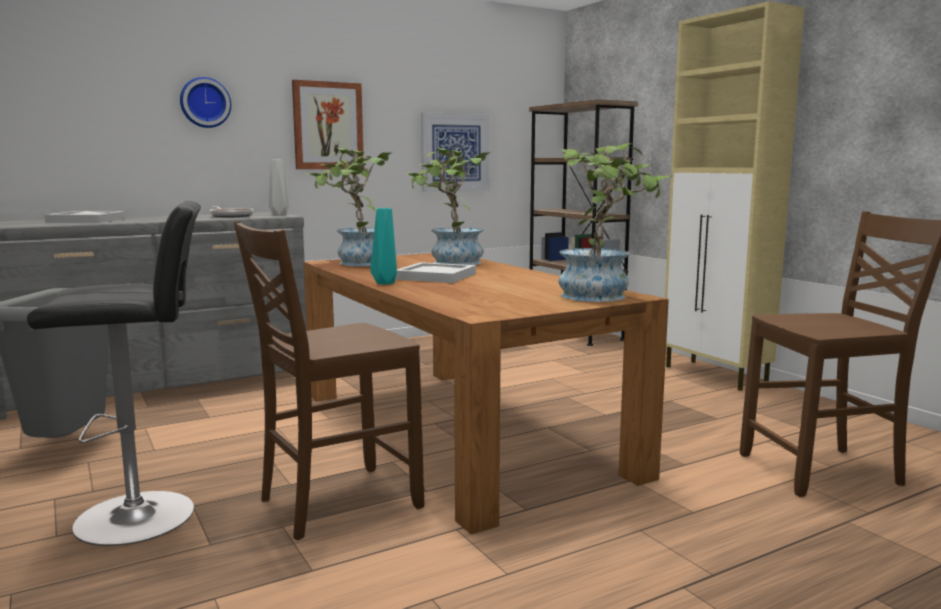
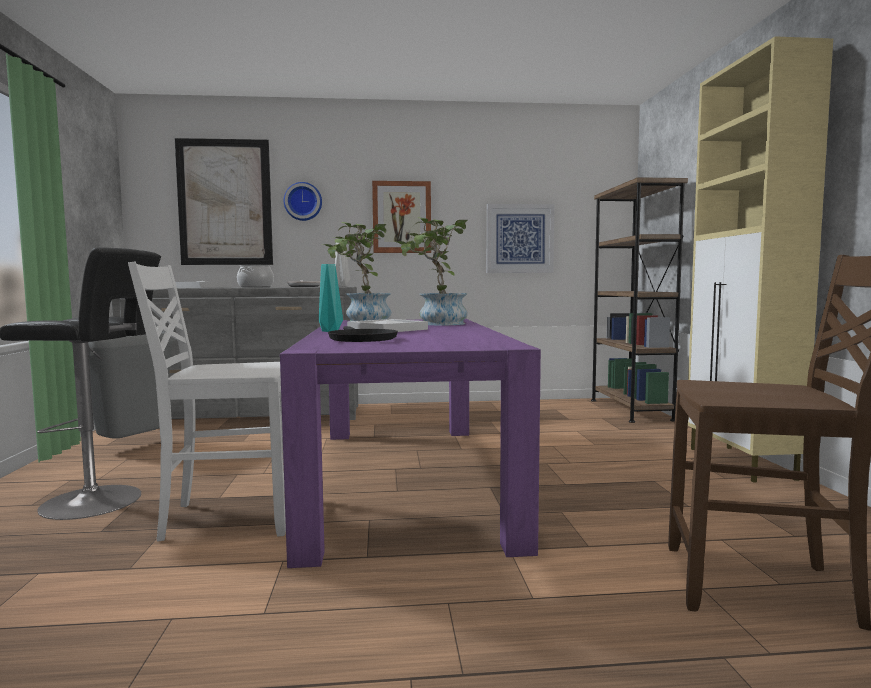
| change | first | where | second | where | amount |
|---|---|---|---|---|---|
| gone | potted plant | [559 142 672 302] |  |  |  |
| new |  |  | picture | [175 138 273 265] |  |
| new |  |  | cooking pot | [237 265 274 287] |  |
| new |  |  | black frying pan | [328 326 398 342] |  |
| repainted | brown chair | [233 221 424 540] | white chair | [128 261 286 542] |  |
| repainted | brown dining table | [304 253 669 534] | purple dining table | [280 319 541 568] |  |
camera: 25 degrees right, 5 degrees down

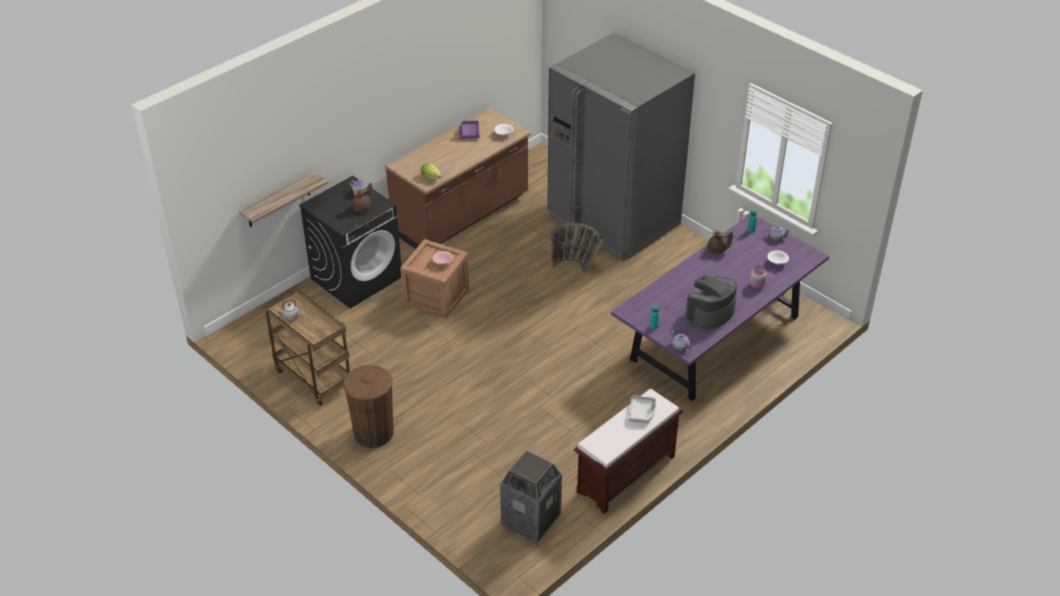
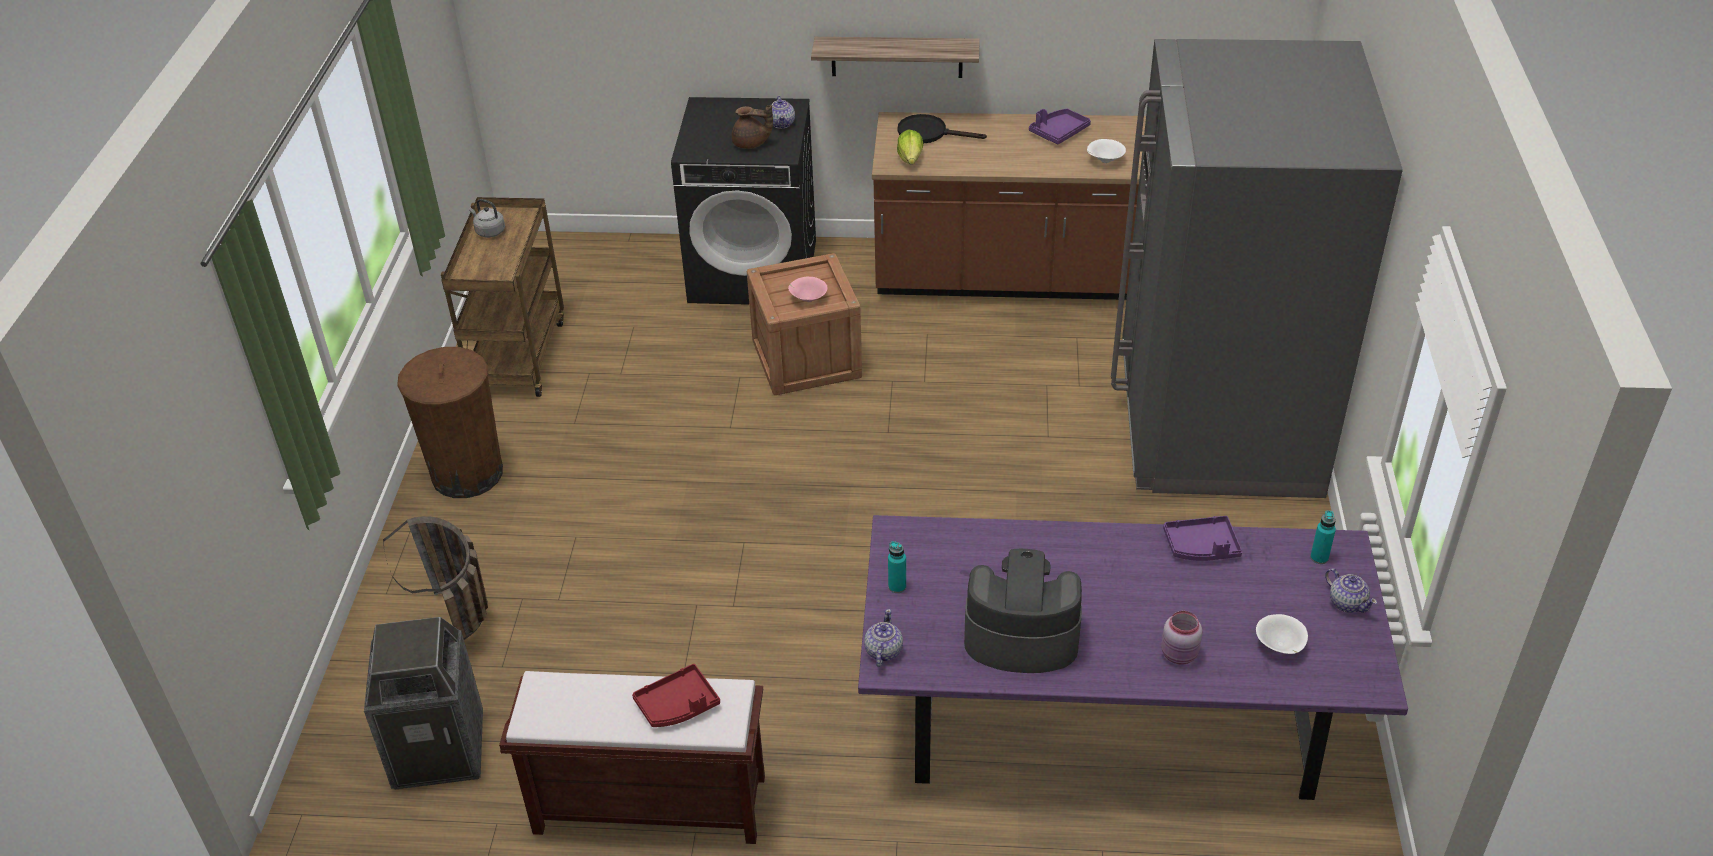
| change | first | where | second | where | amount |
|---|---|---|---|---|---|
| new |  |  | black frying pan | [897 114 987 143] |  |
| shifted | shelf | [239 171 328 227] |  | [811 37 980 78] |  |
| shifted | basket | [551 223 603 273] |  | [383 516 488 640] |  |
| swapped | brown teapot | [707 230 733 254] | purple tray | [1163 516 1242 561] |  |
| repainted | grey tray | [628 395 656 423] | red tray | [632 664 720 727] |  |
camera: 50 degrees right, 0 degrees up

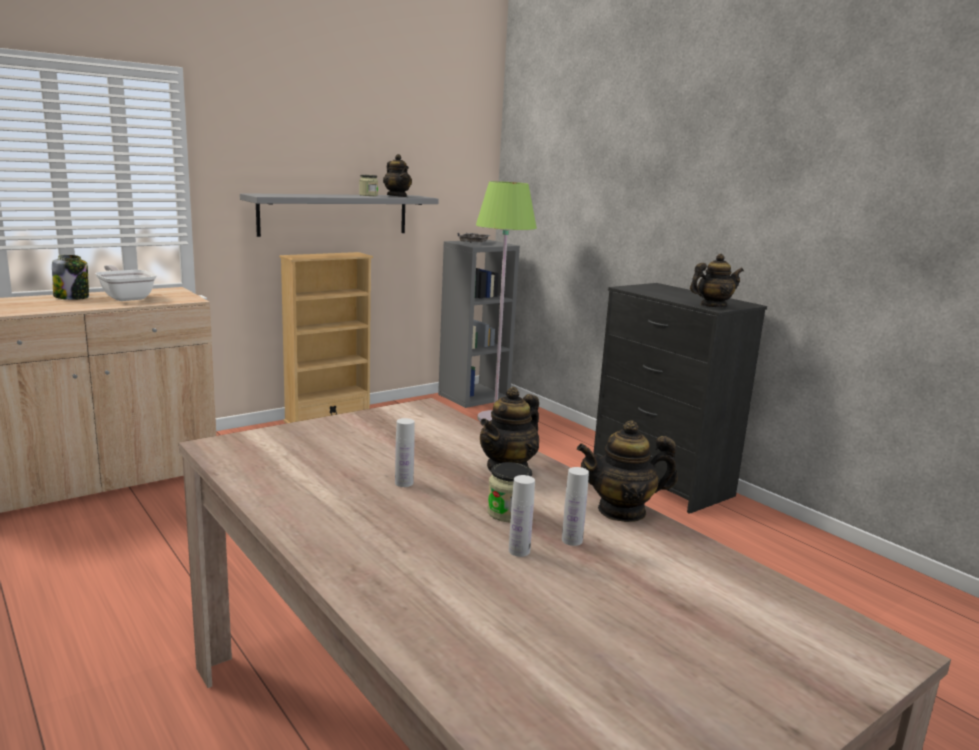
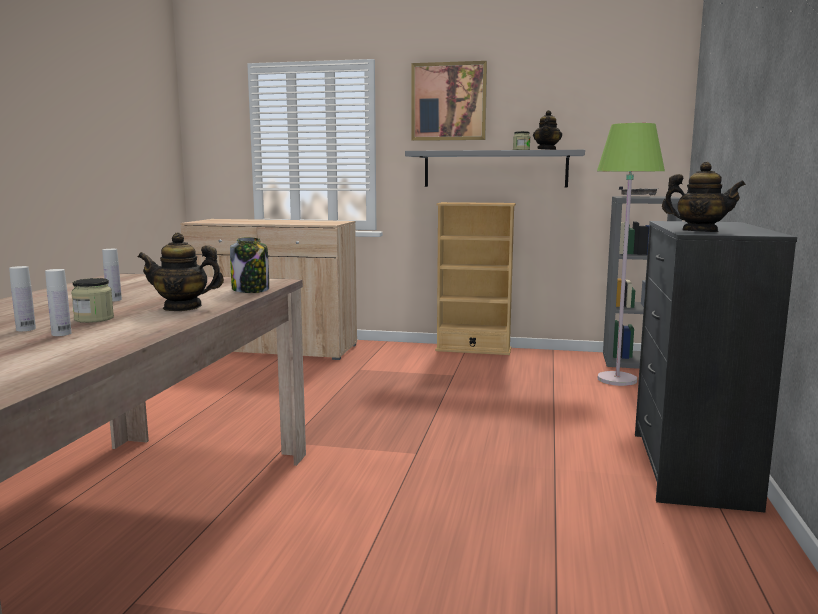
| change | first | where | second | where | amount |
|---|---|---|---|---|---|
| gone | frying pan | [95 265 157 301] |  |  |  |
| gone | teapot | [577 420 678 522] |  |  |  |
| new |  |  | picture | [411 61 487 141] |  |
| shifted | jar | [52 255 89 300] |  | [230 237 269 293] |  |
camera: 50 degrees right, 5 degrees down

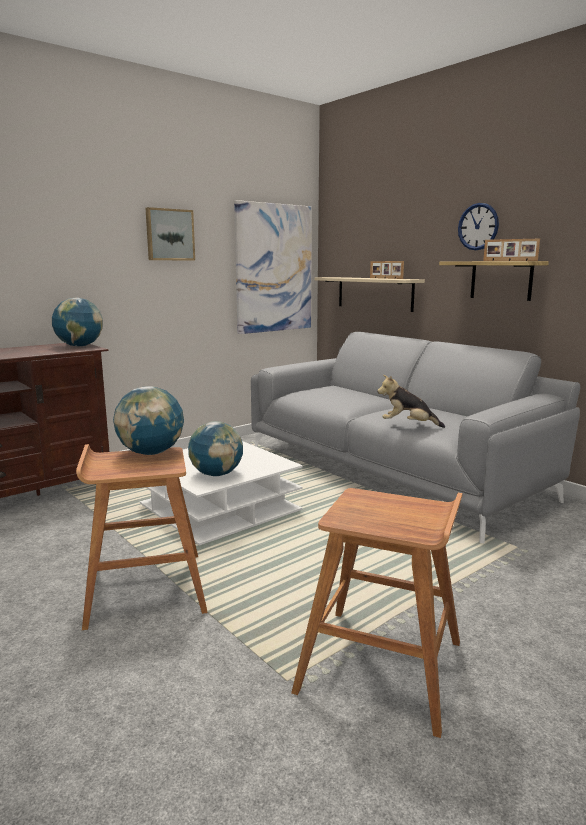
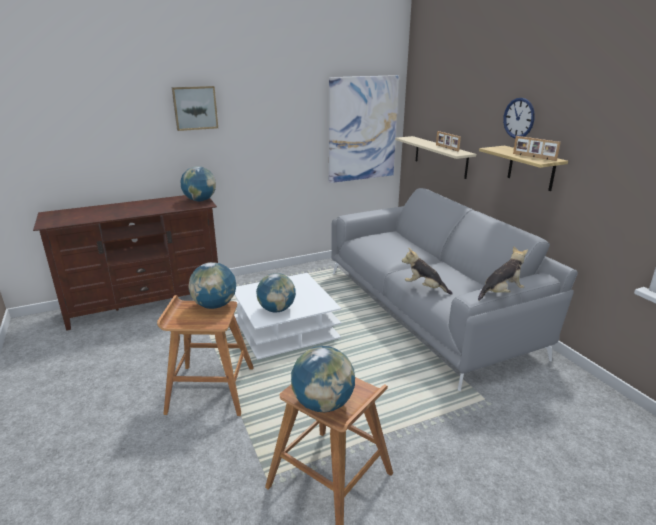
| change | first | where | second | where | amount |
|---|---|---|---|---|---|
| new |  |  | globe | [291 346 355 413] |  |
| new |  |  | plush toy | [478 246 528 301] |  |
| shifted | picture | [146 207 195 260] |  | [172 86 218 131] |  |
camera: 15 degrees right, 10 degrees up

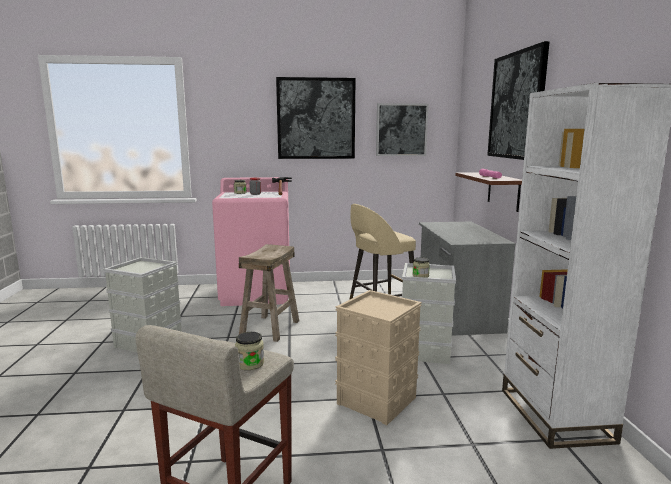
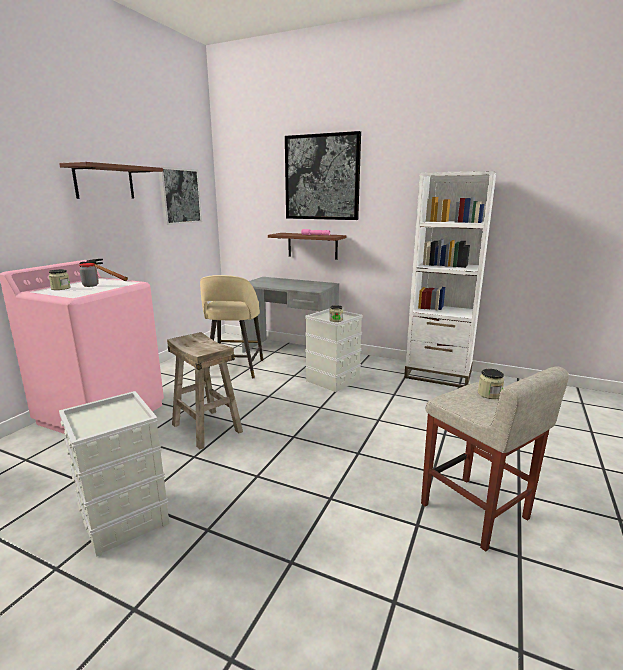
| change | first | where | second | where | amount |
|---|---|---|---|---|---|
| gone | beige storage box | [335 290 422 425] |  |  |  |
| swapped | picture | [276 77 356 159] | brown shelf | [59 162 163 199] |  |
camera: 60 degrees left, 5 degrees up

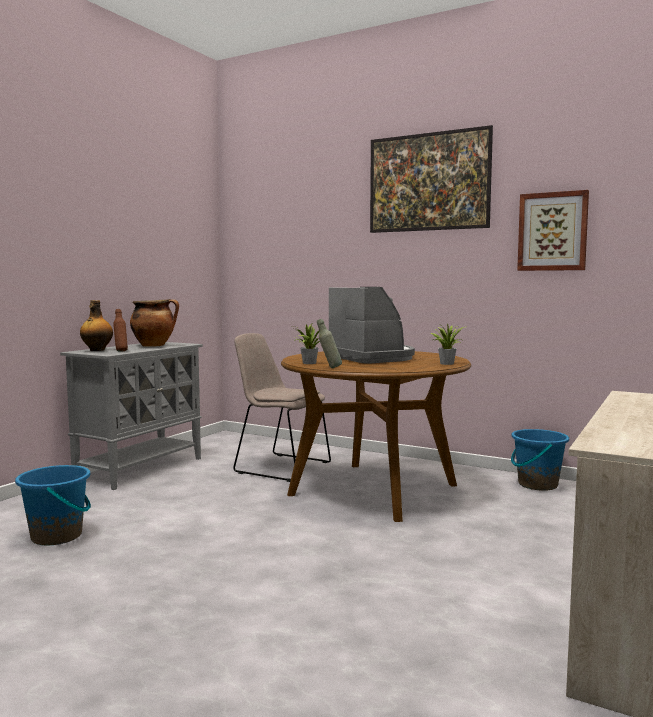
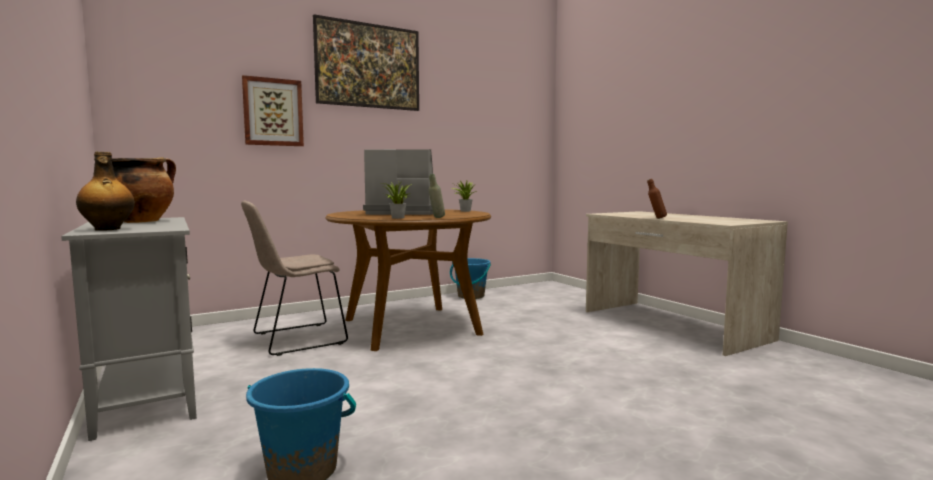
| change | first | where | second | where | amount |
|---|---|---|---|---|---|
| shifted | brown bottle | [113 309 128 352] |  | [647 179 667 219] |  |
| shifted | picture | [517 190 589 271] |  | [242 75 304 146] |  |
camera: 60 degrees left, 0 degrees up

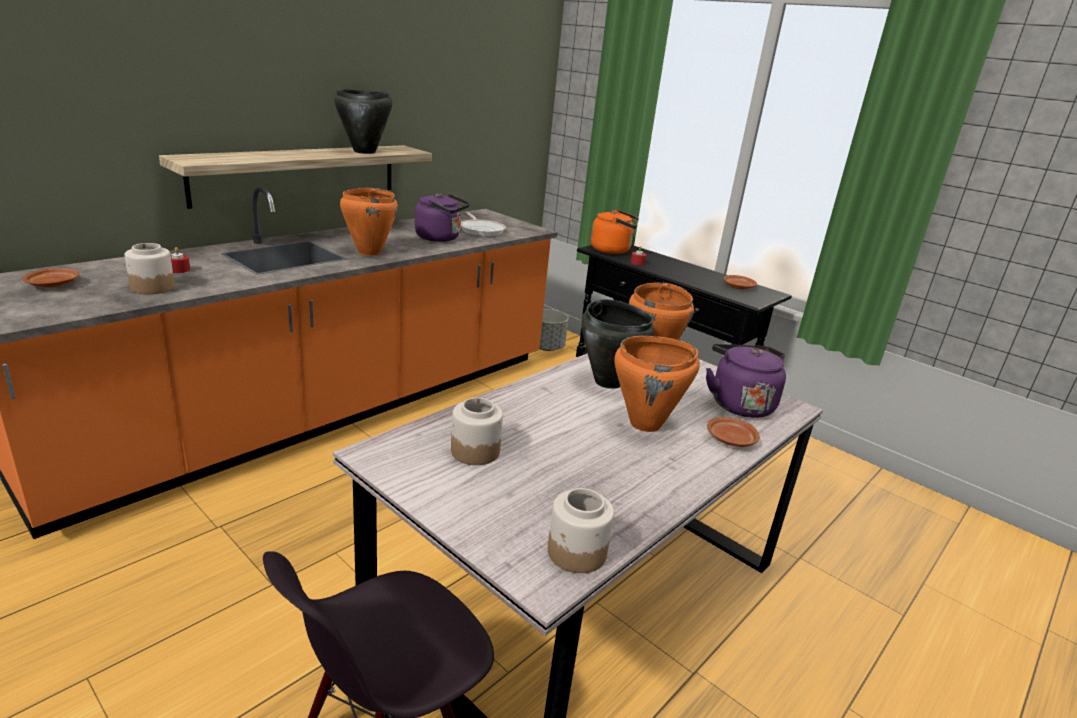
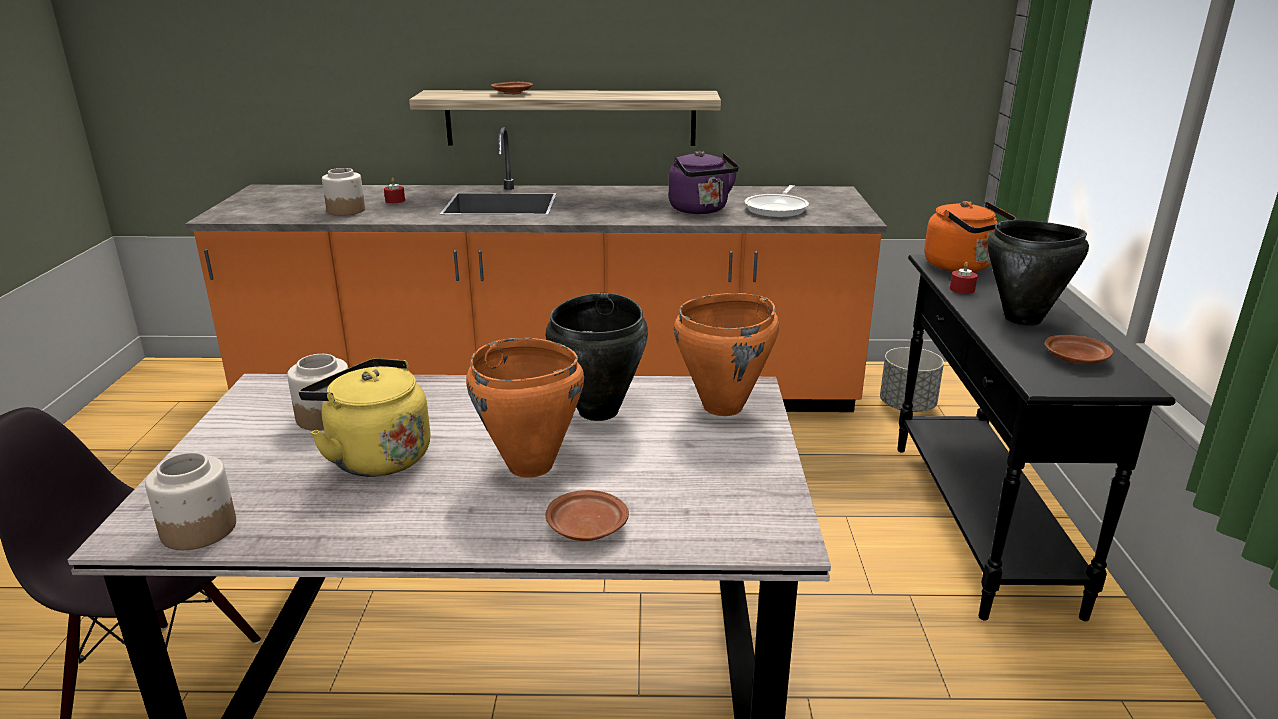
| change | first | where | second | where | amount |
|---|---|---|---|---|---|
| gone | orange cooking pot | [340 188 398 256] |  |  |  |
| gone | purple kettle | [706 344 786 418] |  |  |  |
| new |  |  | yellow kettle | [299 358 431 477] |  |
| shifted | brown plate | [23 268 79 288] |  | [491 81 533 94] |  |
| shifted | black cooking pot | [334 89 392 154] |  | [988 220 1089 326] |  |
camera: 50 degrees right, 0 degrees up

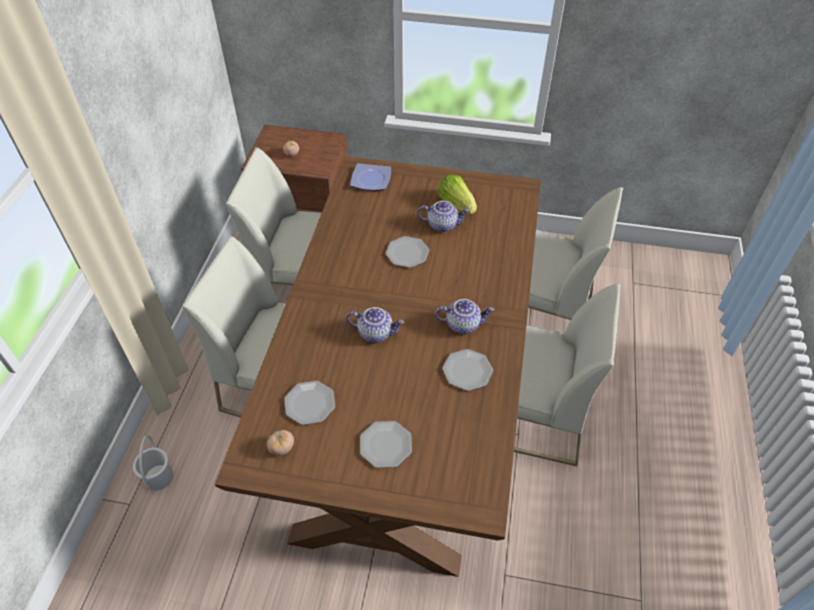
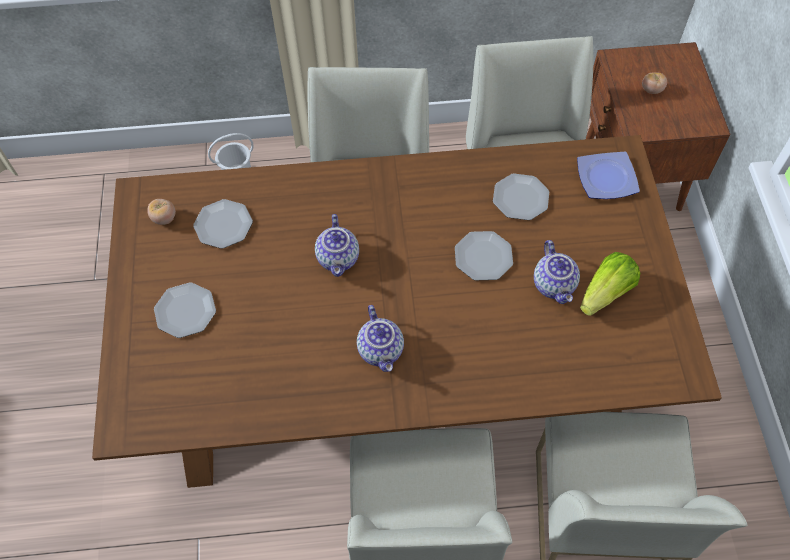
| change | first | where | second | where | amount |
|---|---|---|---|---|---|
| shifted | plate | [442 349 493 391] |  | [493 174 549 220] |  |
camera: 75 degrees right, 10 degrees up

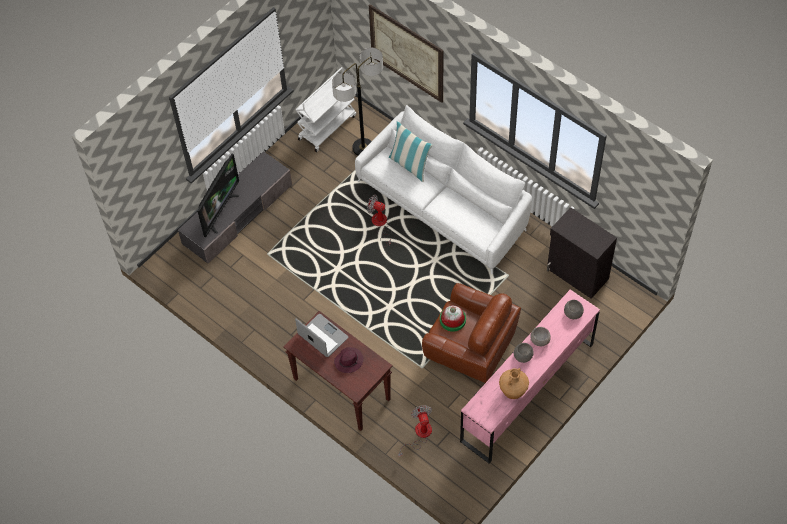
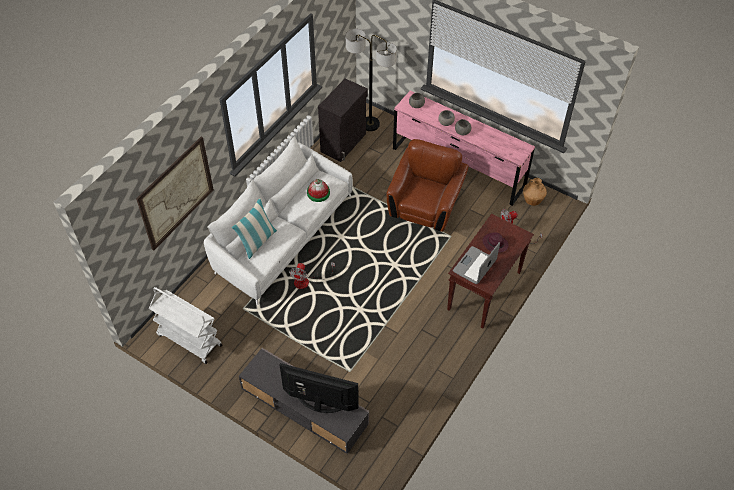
| change | first | where | second | where | amount |
|---|---|---|---|---|---|
| shifted | floor lamp | [332 48 383 156] |  | [346 29 397 131] |  |
| shifted | hat | [440 305 466 332] |  | [307 179 330 202] |  |
| shifted | brown vase | [499 368 529 399] |  | [523 178 547 206] |  |
camera: 100 degrees left, 5 degrees down

